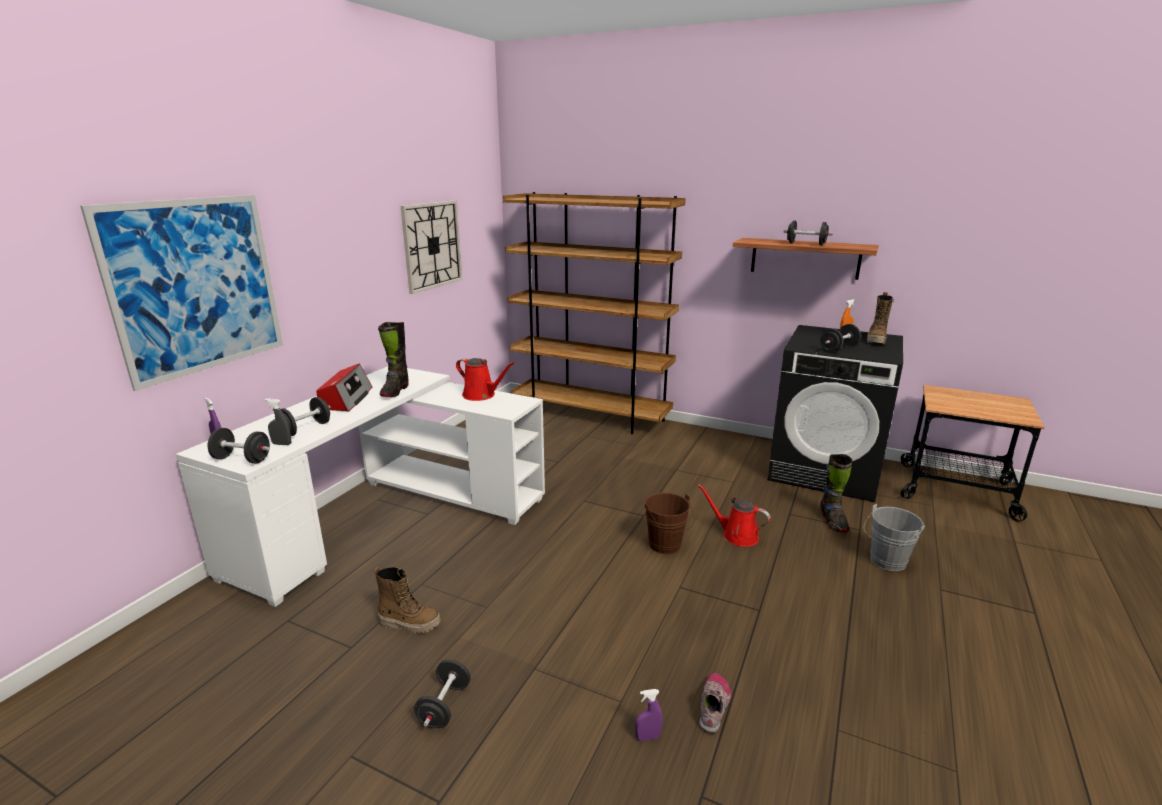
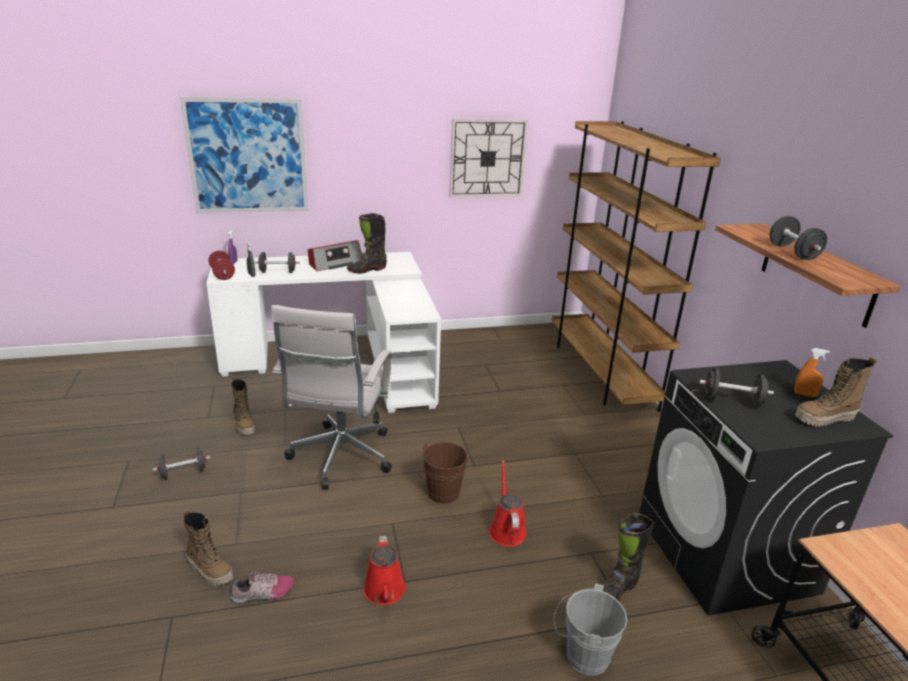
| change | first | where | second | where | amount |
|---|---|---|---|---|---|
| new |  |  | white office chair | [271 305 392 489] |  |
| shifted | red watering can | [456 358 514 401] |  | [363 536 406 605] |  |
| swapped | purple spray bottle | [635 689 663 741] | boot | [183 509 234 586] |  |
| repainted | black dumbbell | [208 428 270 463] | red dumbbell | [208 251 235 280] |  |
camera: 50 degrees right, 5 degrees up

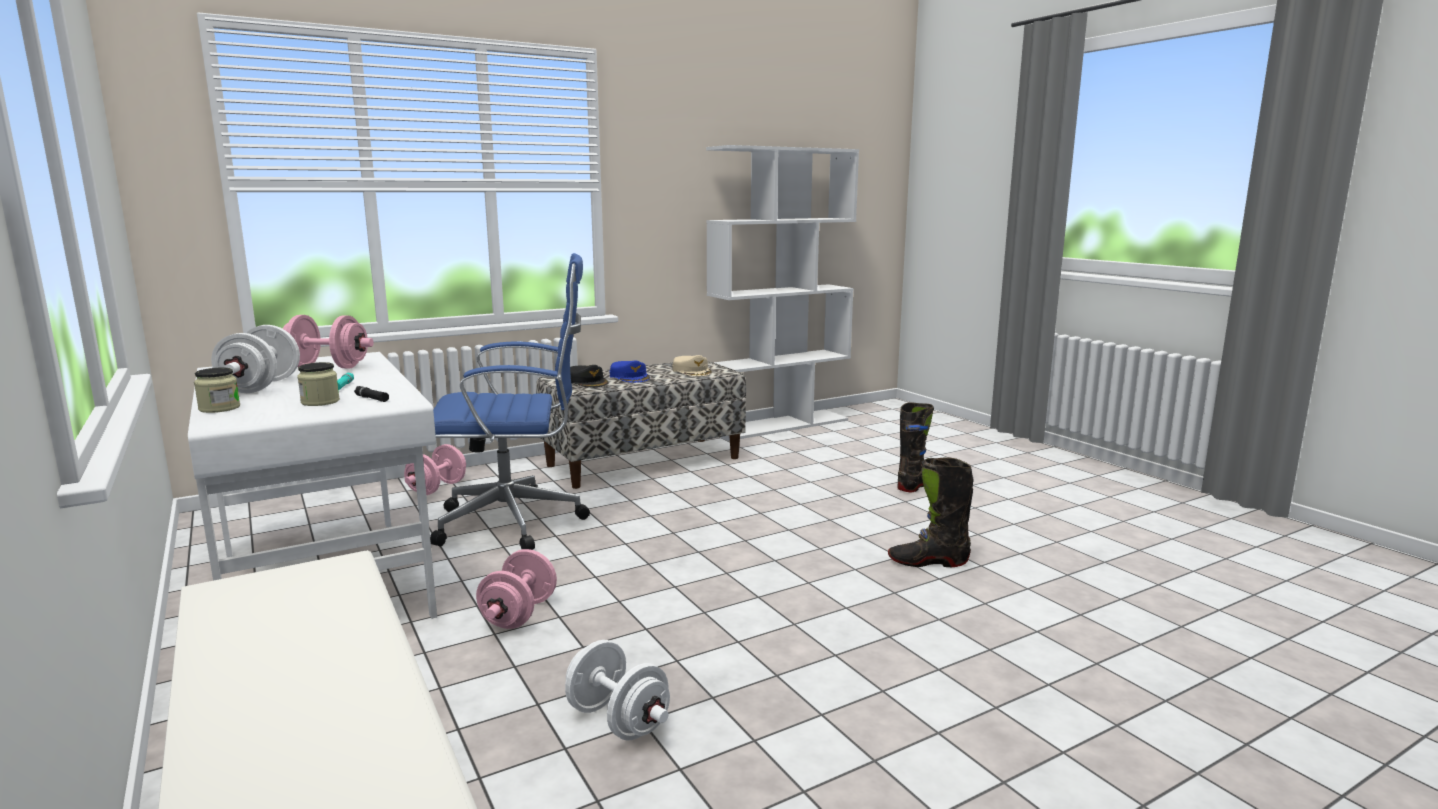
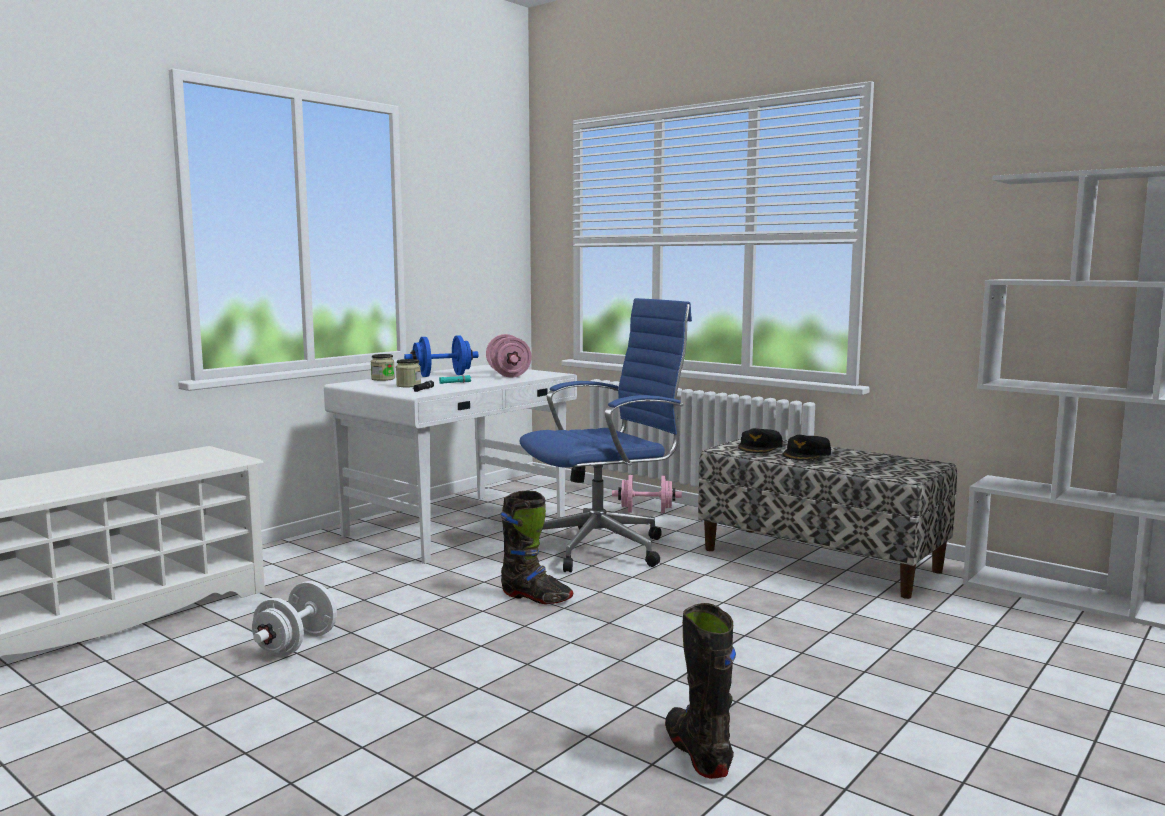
| change | first | where | second | where | amount |
|---|---|---|---|---|---|
| gone | pink dumbbell | [476 549 557 629] |  |  |  |
| gone | beige cap | [673 355 712 376] |  |  |  |
| shifted | black boot | [898 402 934 492] |  | [500 491 573 604] |  |
| repainted | white dumbbell | [211 325 300 393] | blue dumbbell | [404 335 478 377] |  |
| repainted | blue cap | [610 361 650 383] | black cap | [782 435 831 460] |  |
| rotated | blue office chair | [430 253 590 550] |  | [520 298 692 572] | 90 degrees counterclockwise |
camera: 70 degrees right, 5 degrees down

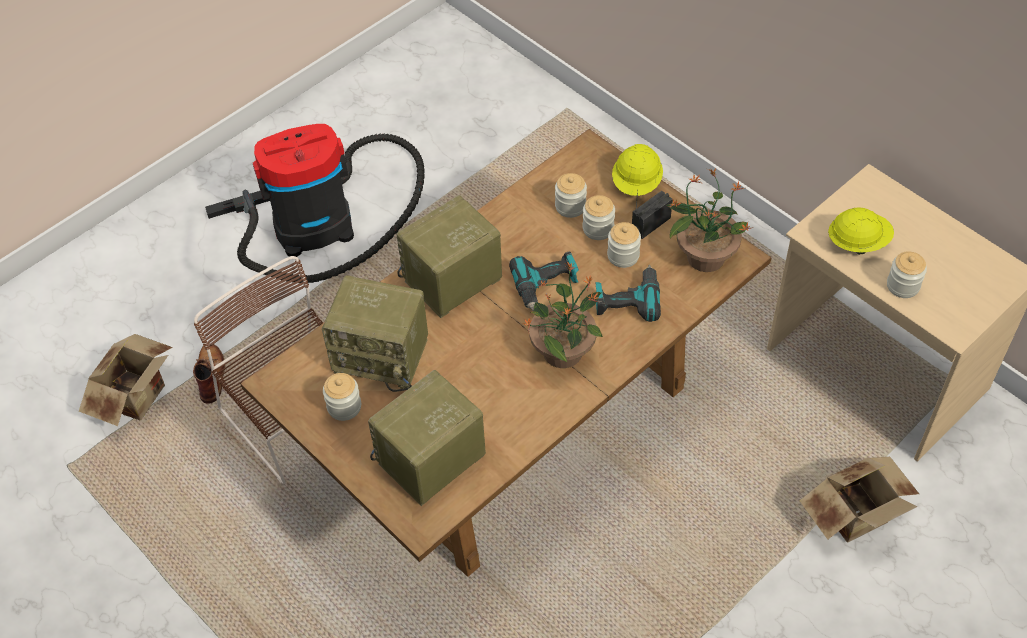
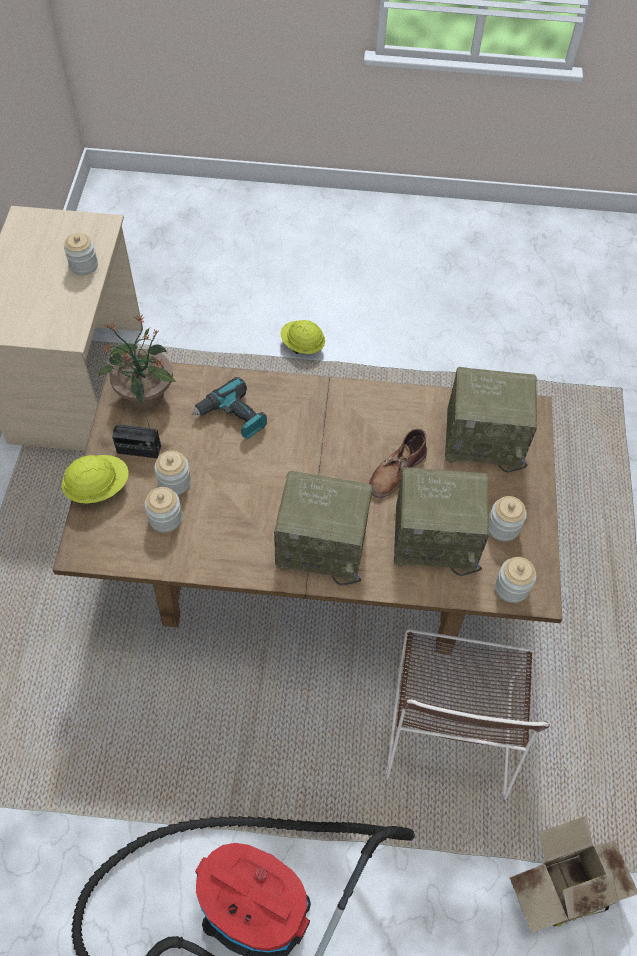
| change | first | where | second | where | amount |
|---|---|---|---|---|---|
| gone | power drill | [509 251 579 311] |  |  |  |
| gone | potted plant | [522 262 603 368] |  |  |  |
| gone | cardboard box | [800 457 919 542] |  |  |  |
| shifted | brown boot | [193 343 225 404] |  | [369 429 427 498] |  |
| shifted | jar | [607 222 641 268] |  | [495 557 536 603] |  |
| shifted | yellow hard hat | [828 207 894 255] |  | [281 320 325 354] |  |
| rotated | radio | [322 275 428 392] |  | [394 467 489 576] | 120 degrees clockwise |
camera: 135 degrees left, 5 degrees up

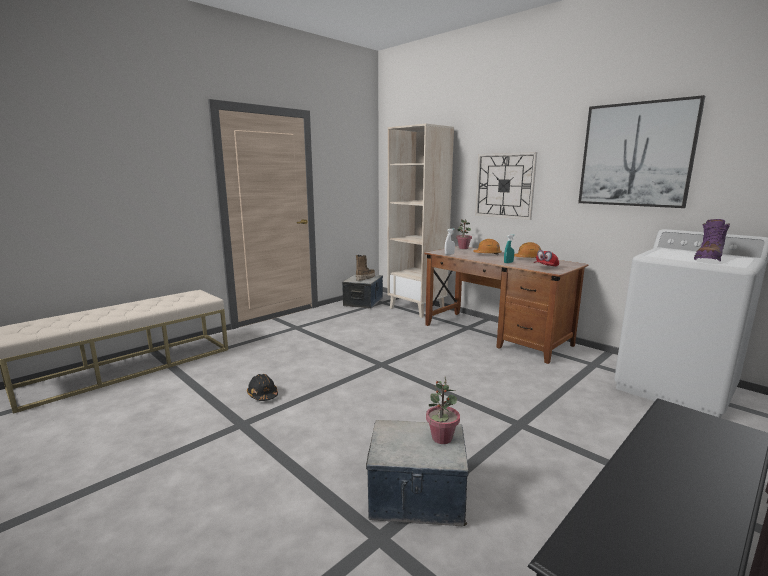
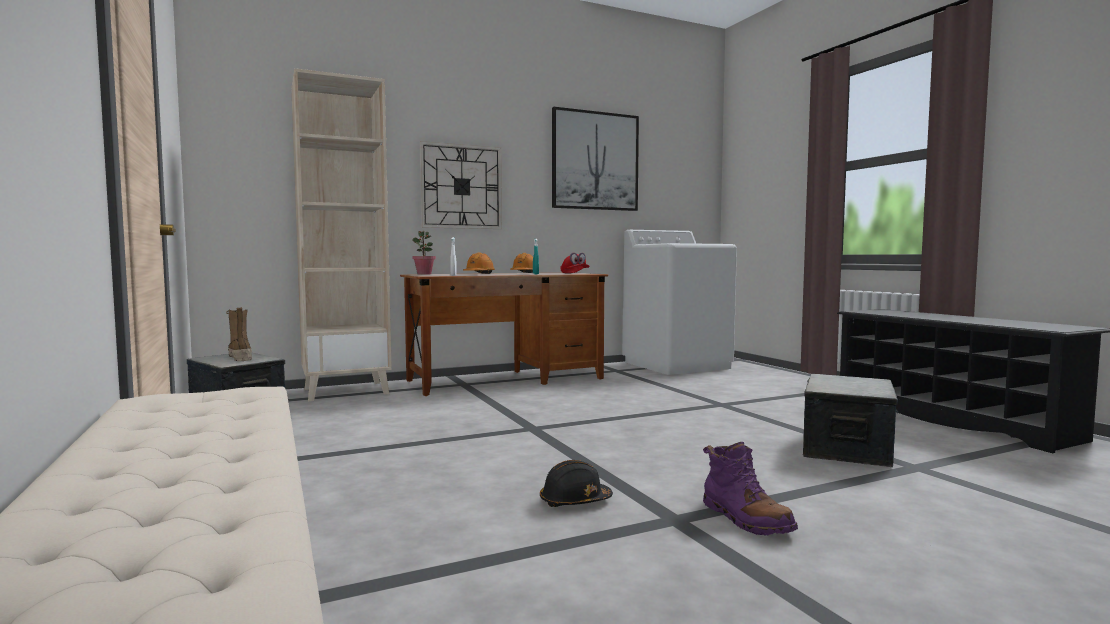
| change | first | where | second | where | amount |
|---|---|---|---|---|---|
| gone | potted plant | [426 377 460 444] |  |  |  |
| shifted | purple boot | [694 219 730 261] |  | [703 442 798 535] |  |
camera: 70 degrees left, 10 degrees down

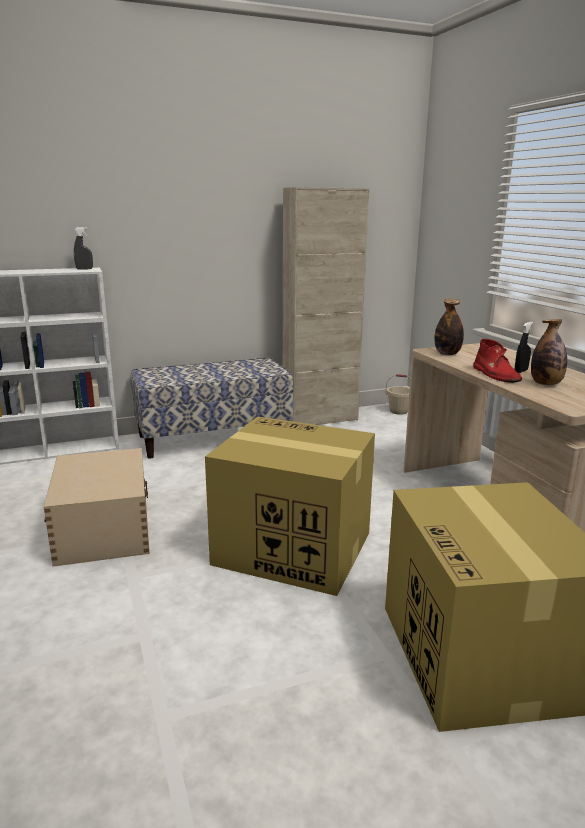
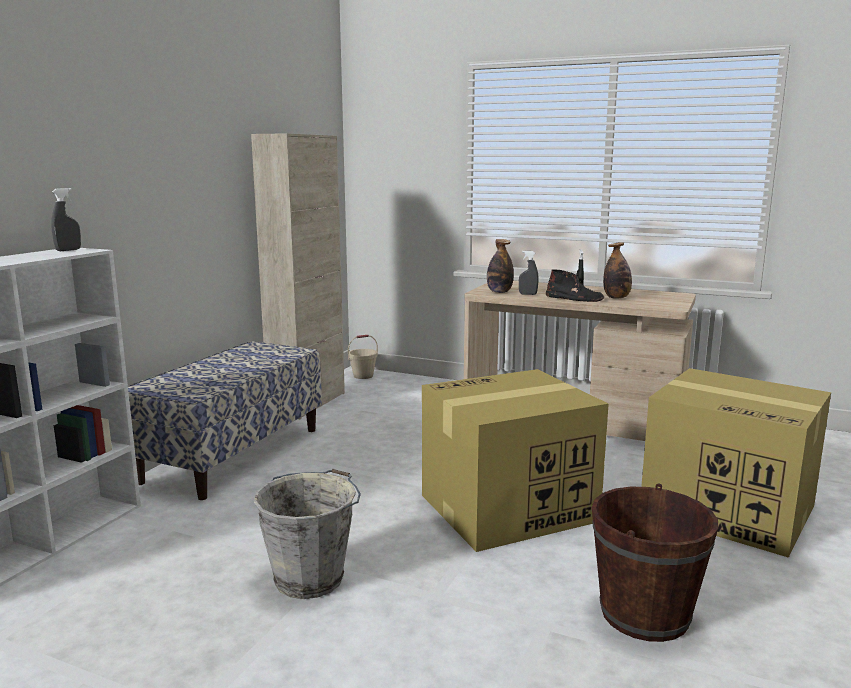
| change | first | where | second | where | amount |
|---|---|---|---|---|---|
| new |  |  | grey spray bottle | [519 251 538 295] |  |
| new |  |  | brown bucket | [592 483 718 642] |  |
| swapped | beige storage box | [44 448 150 567] | grey bucket | [254 469 361 599] |  |
| repainted | red boot | [473 339 522 383] | black boot | [546 269 604 302] |  |
camera: 45 degrees left, 5 degrees down

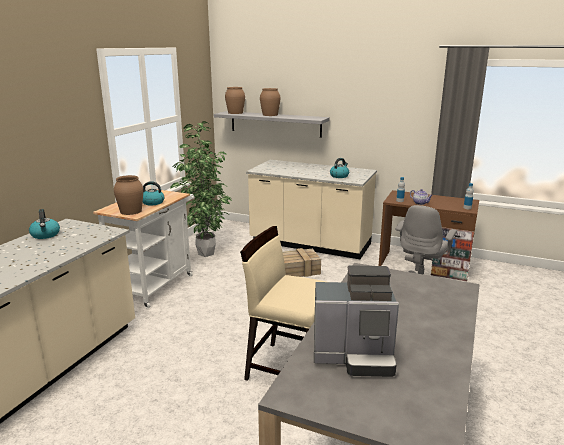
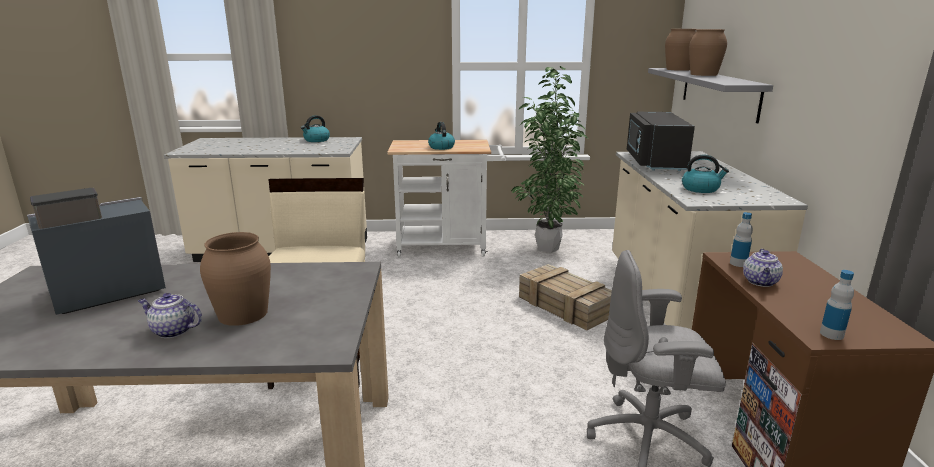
| change | first | where | second | where | amount |
|---|---|---|---|---|---|
| new |  |  | teapot | [138 293 202 338] |  |
| new |  |  | black microwave | [627 112 695 171] |  |
| shifted | brown vase | [114 175 143 215] |  | [200 232 271 326] |  |
| rotated | coffee machine | [314 265 399 377] |  | [27 188 166 315] | 75 degrees clockwise |
camera: 65 degrees right, 0 degrees up

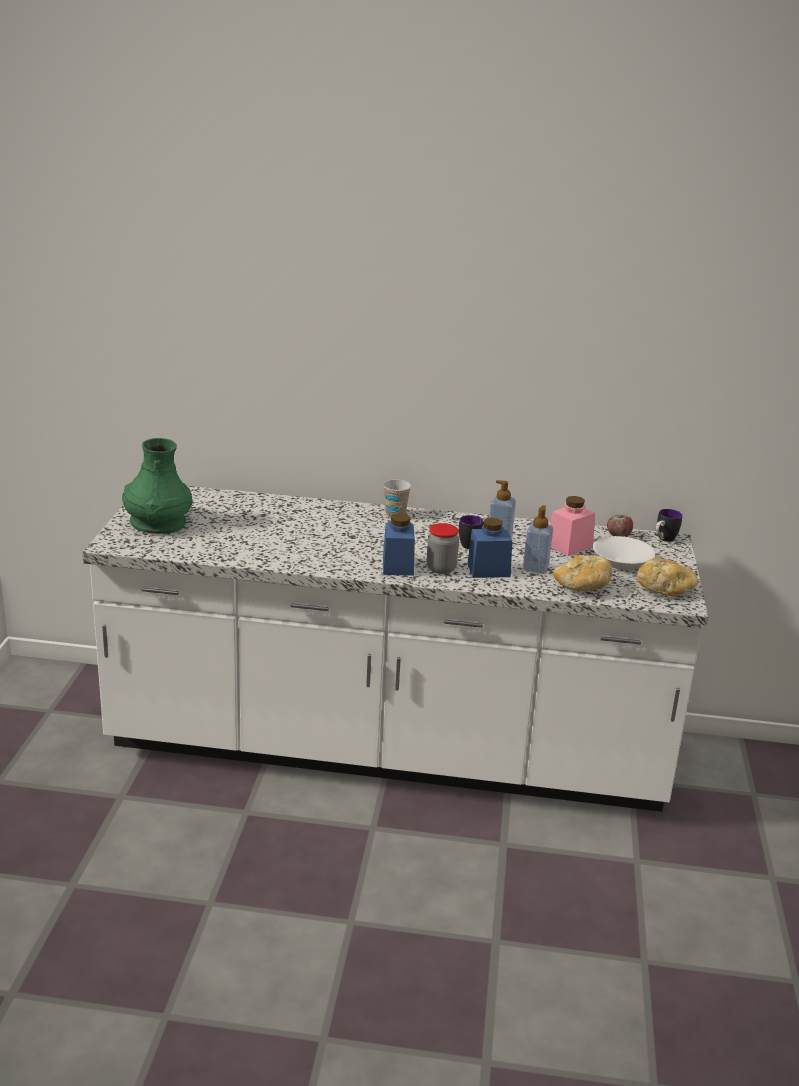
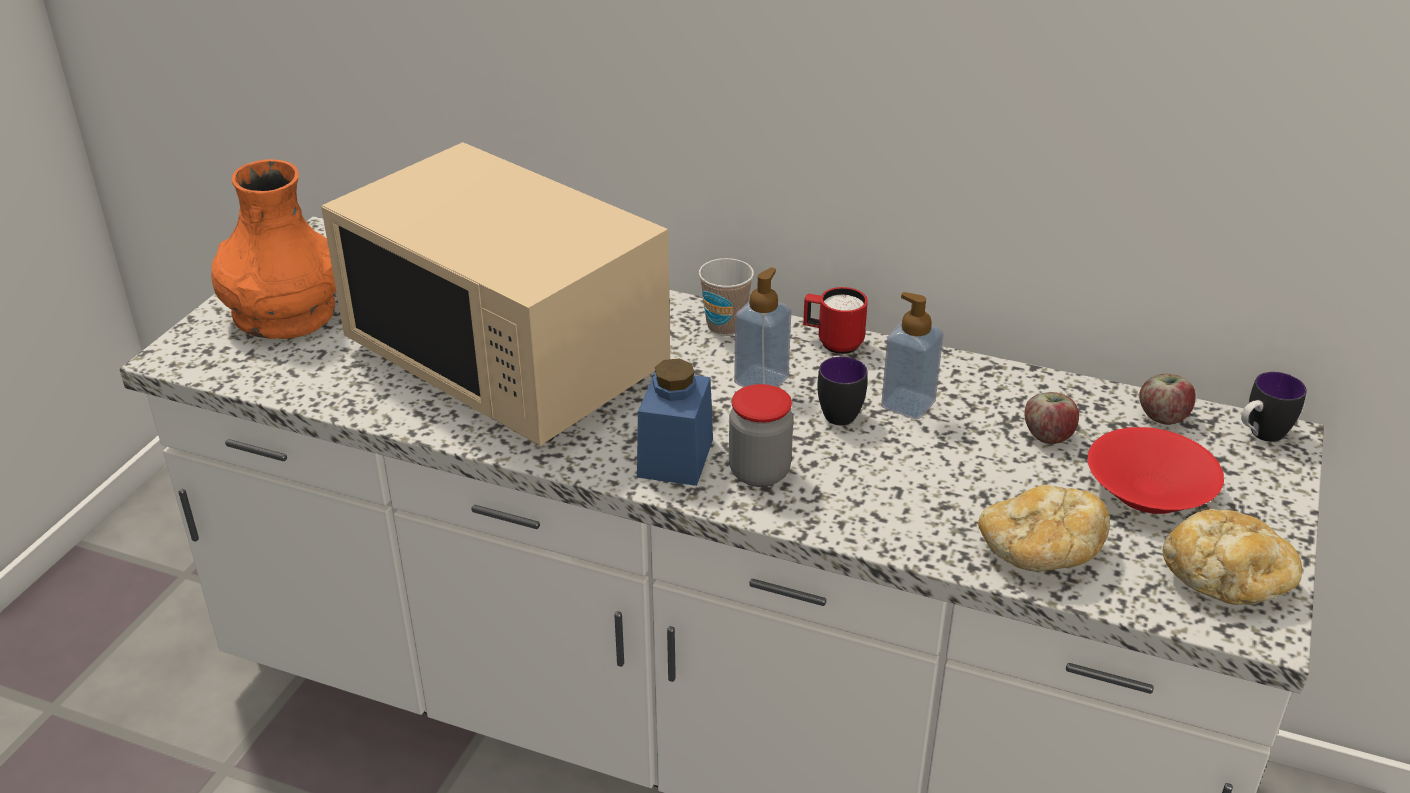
| change | first | where | second | where | amount |
|---|---|---|---|---|---|
| gone | blue jar | [467 518 512 578] |  |  |  |
| new |  |  | beige microwave | [321 142 670 446] |  |
| new |  |  | red mug | [803 287 868 354] |  |
| shifted | soap dispenser | [523 505 553 574] |  | [734 267 791 387] |  |
| swapped | pink jar | [550 496 595 556] | apple | [1025 392 1079 444] |  |
| repainted | green vase | [122 438 193 534] | orange vase | [211 159 336 339] |  |
| repainted | white bowl | [593 536 655 570] | red bowl | [1088 427 1224 514] |  |
camera: 15 degrees right, 10 degrees up

